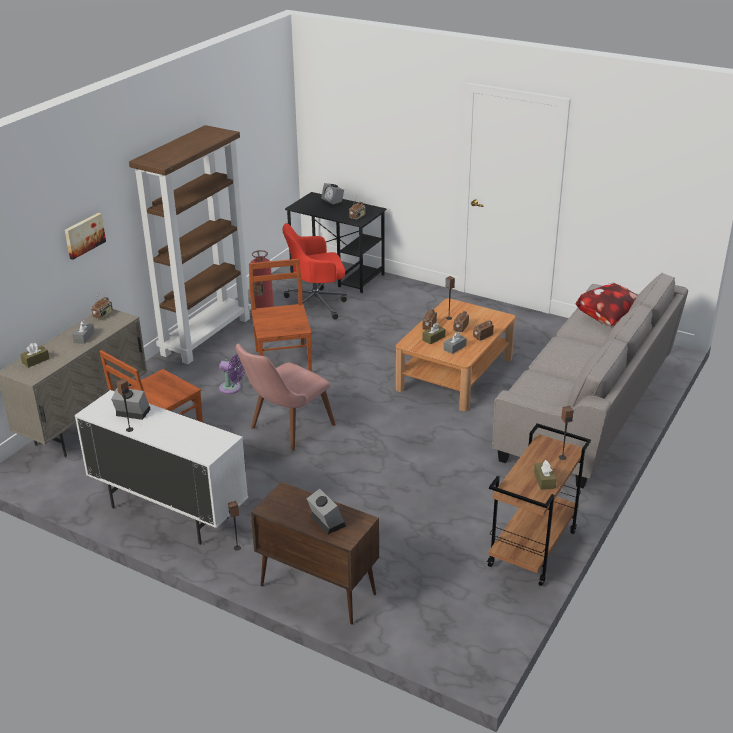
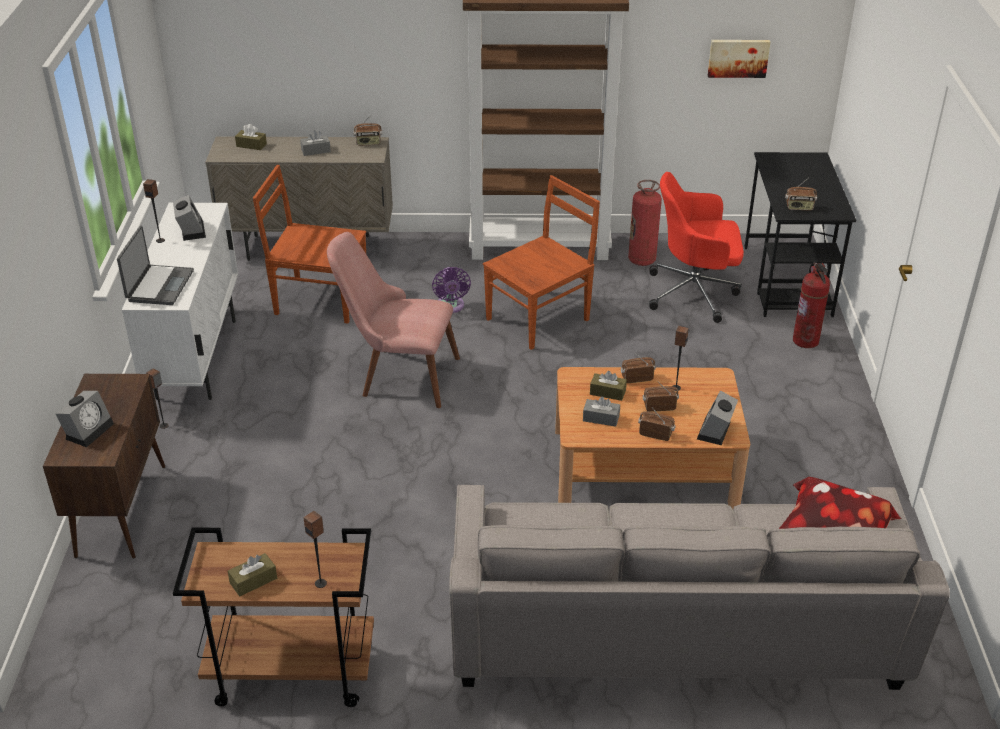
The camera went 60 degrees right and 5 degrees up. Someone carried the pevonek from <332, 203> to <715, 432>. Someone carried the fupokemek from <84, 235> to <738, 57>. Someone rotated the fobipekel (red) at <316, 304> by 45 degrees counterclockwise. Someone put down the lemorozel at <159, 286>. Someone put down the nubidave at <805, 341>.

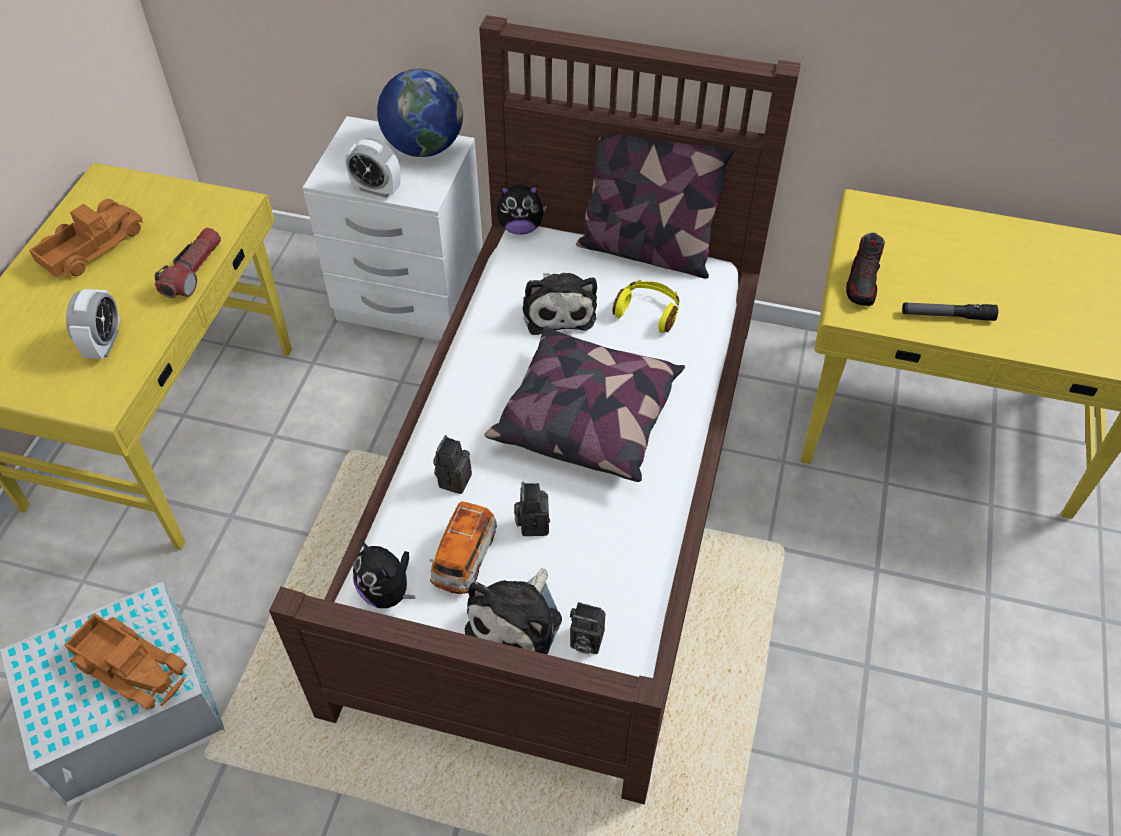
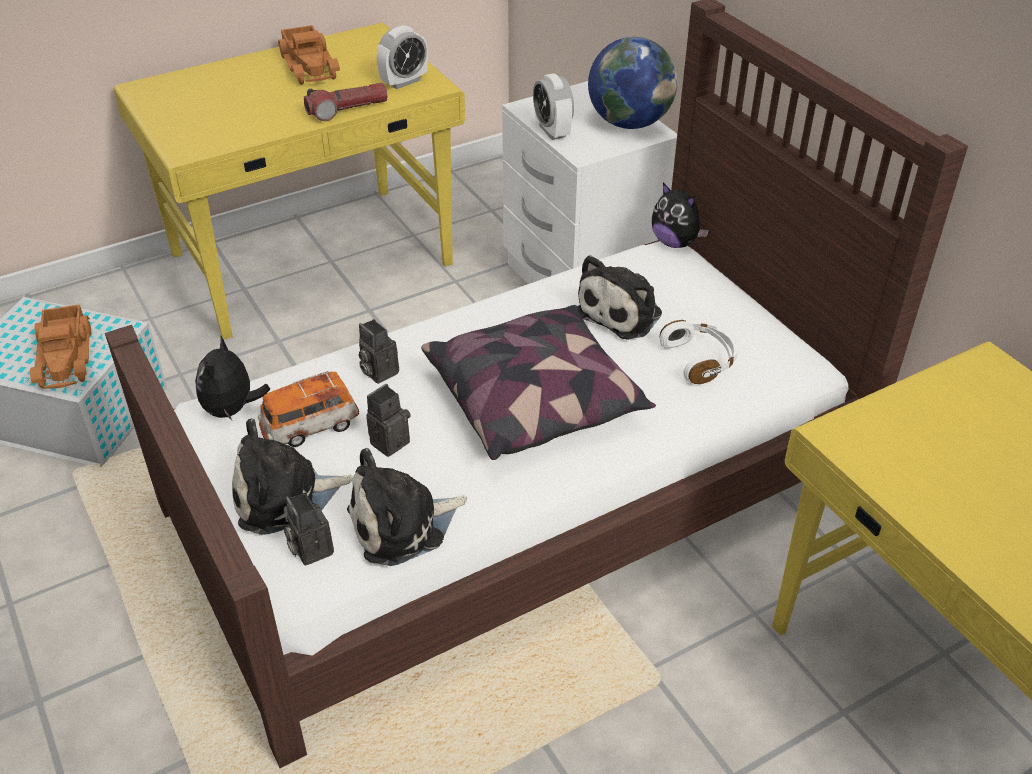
The camera went 45 degrees right and 10 degrees down. Someone took away the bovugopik at <646, 250>. Someone rotated the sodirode at <91, 246> by 75 degrees clockwise. Someone took away the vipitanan at <862, 283>. Someone repainted the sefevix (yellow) at <648, 312>, which became the sefevix (white) at <699, 360>. Someone carried the pevonek from <104, 343> to <404, 82>. Someone took away the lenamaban at <947, 316>. Someone rotated the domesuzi at <453, 479> by 105 degrees counterclockwise. Someone put down the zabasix at <403, 525>.

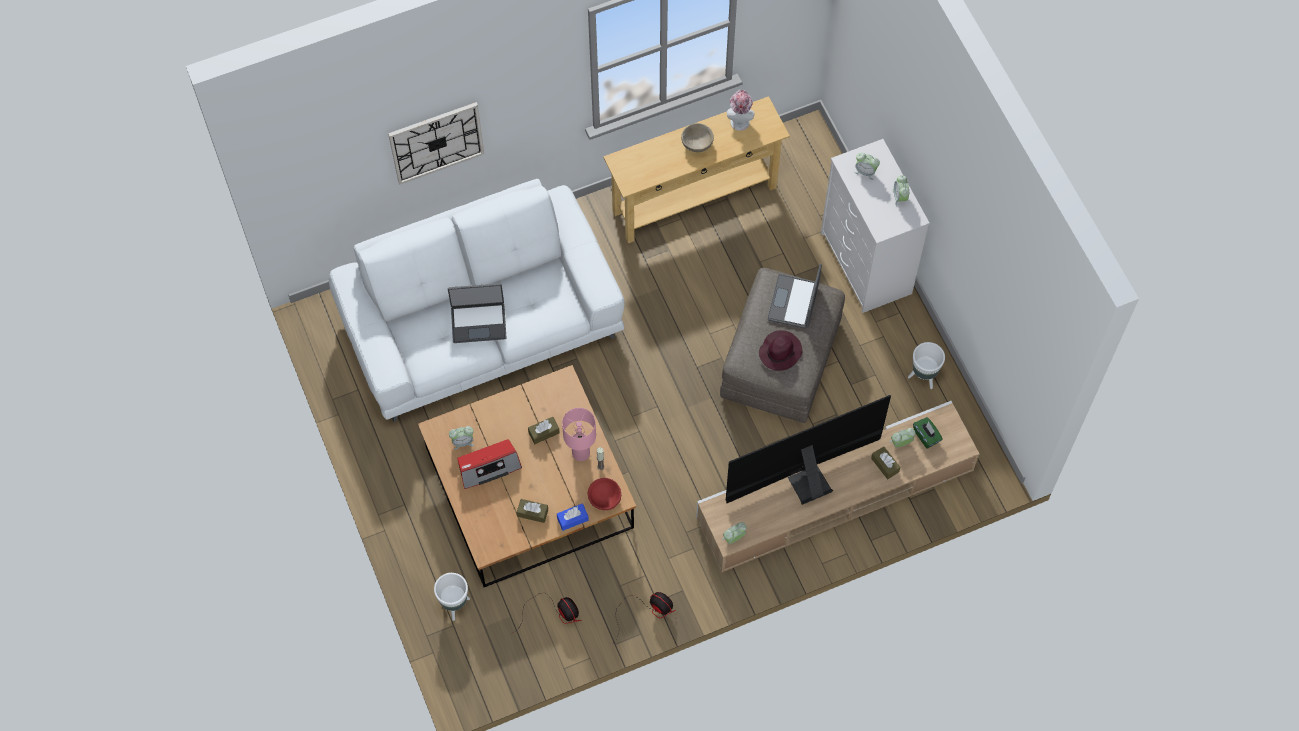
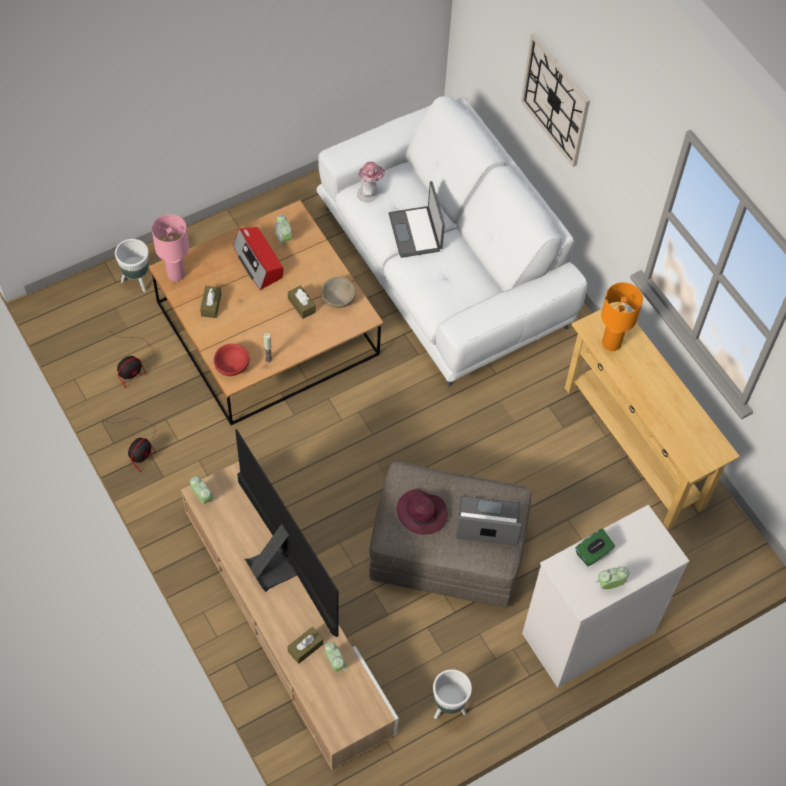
The camera went 80 degrees right and 5 degrees down. Someone carried the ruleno from <739, 120> to <370, 193>. Someone carried the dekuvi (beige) from <697, 143> to <338, 299>. Someone took away the pevonek at <865, 172>. Someone carried the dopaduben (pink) from <580, 453> to <176, 273>. Someone carried the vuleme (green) from <926, 436> to <593, 553>. Someone took away the vuleme (blue) at <572, 519>. Someone put down the dopaduben (orange) at <611, 342>.

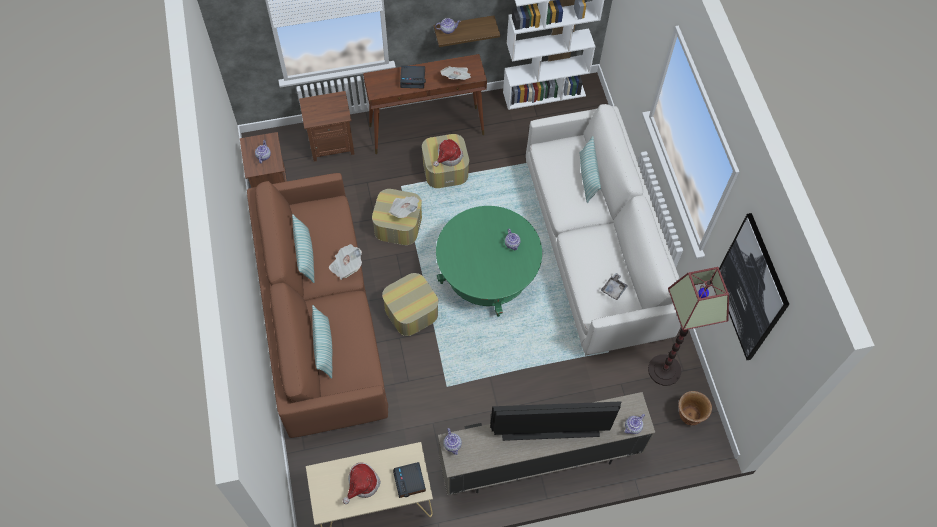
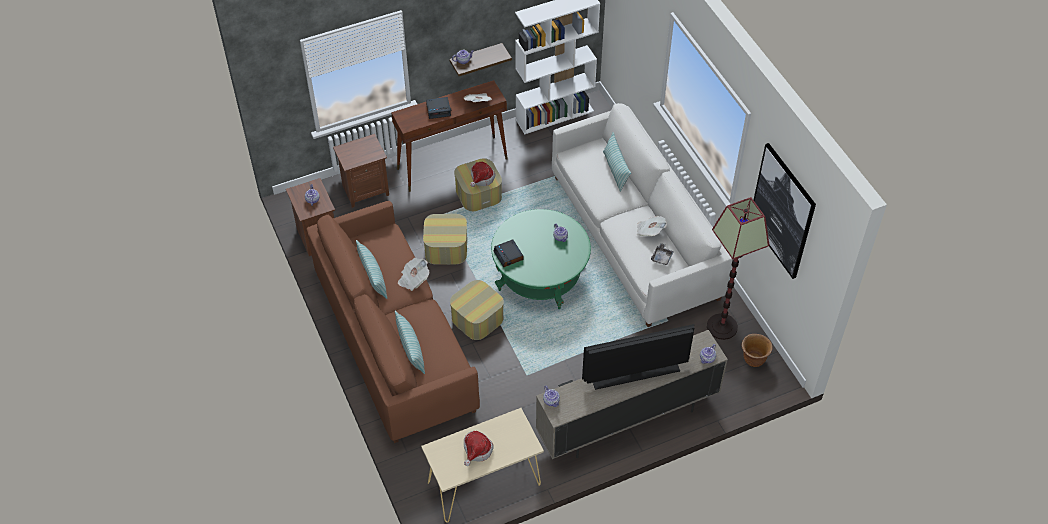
The camera went 10 degrees left and 10 degrees down. Someone carried the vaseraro from <404, 210> to <650, 231>. Someone carried the pevonek from <410, 481> to <509, 255>.

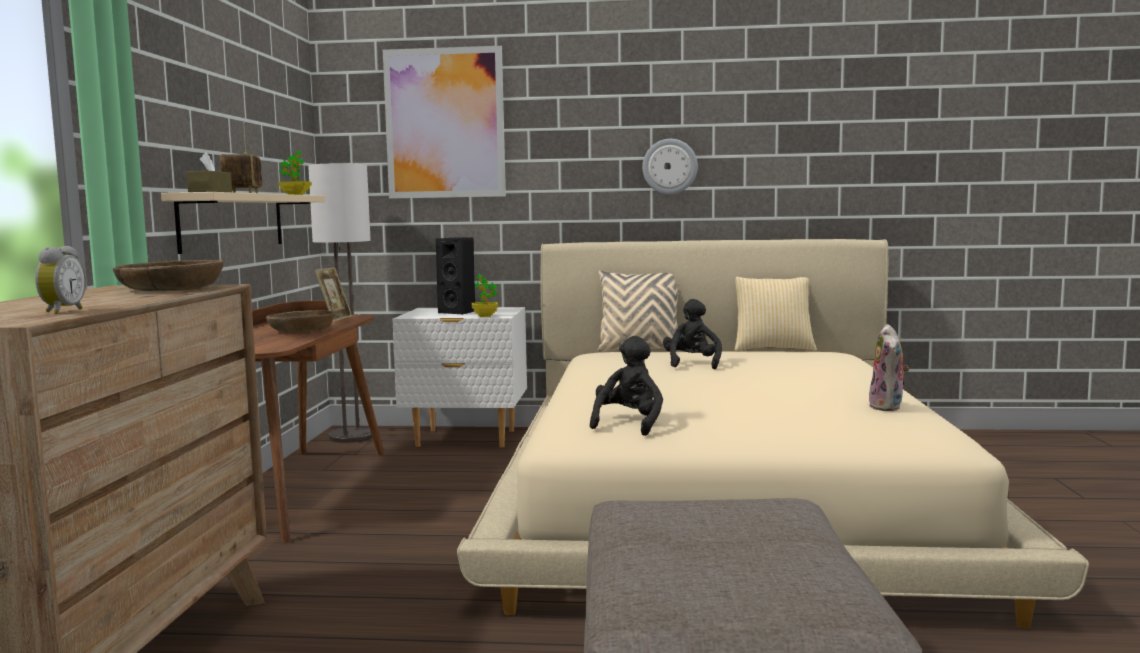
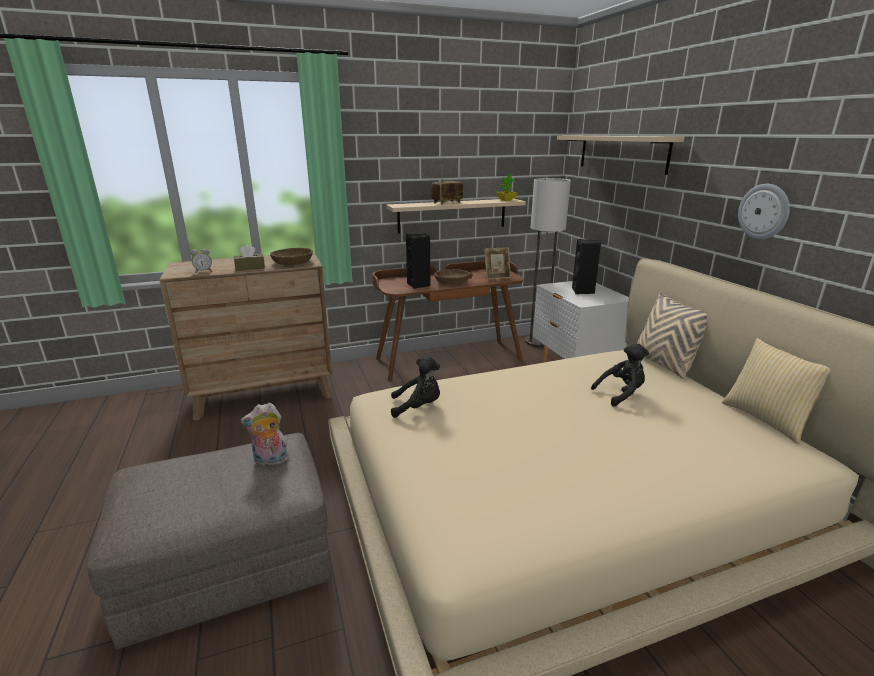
The camera went 65 degrees right and 15 degrees up. Someone swapped the fupokemek at <445, 123> for the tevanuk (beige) at <622, 153>. Someone carried the vuleme (brown) from <210, 192> to <250, 268>. Someone took away the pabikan at <485, 316>. Someone carried the zabasix from <888, 407> to <270, 461>. Someone put down the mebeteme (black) at <419, 285>.

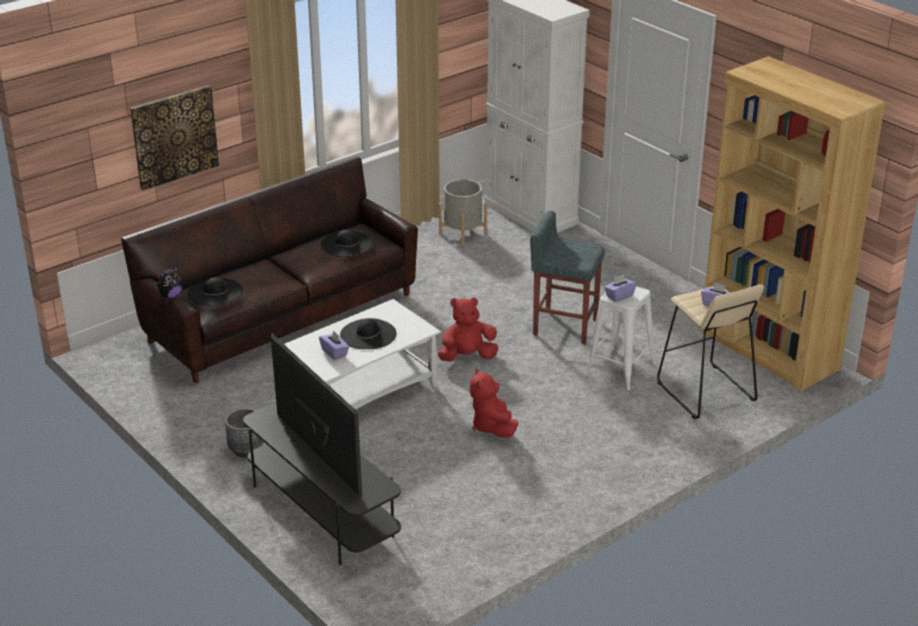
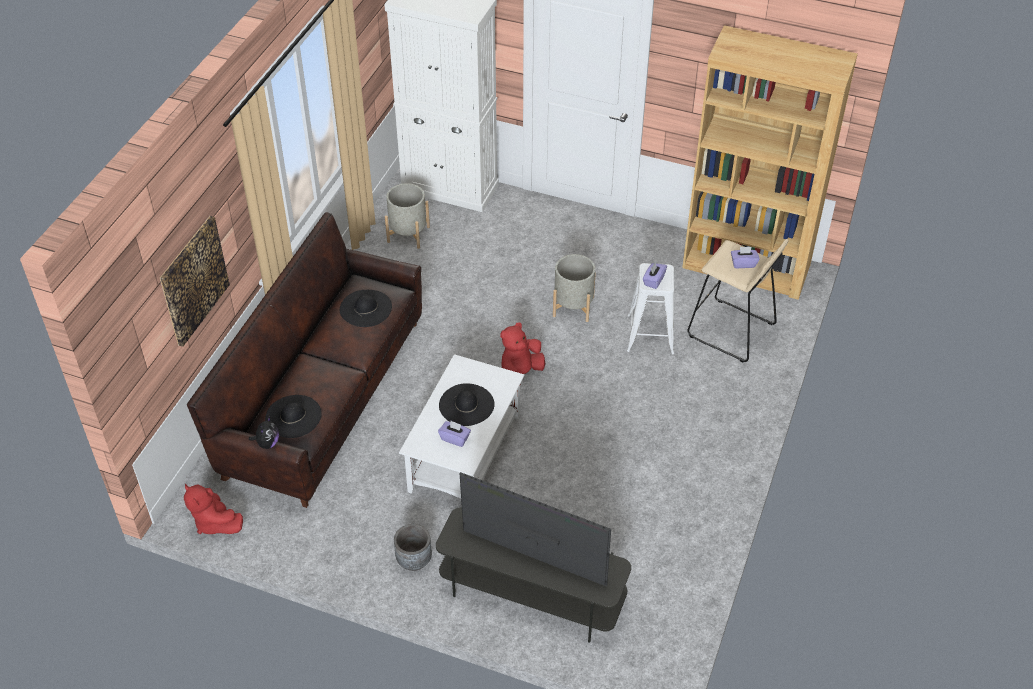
The camera went 30 degrees left and 15 degrees up. Someone swapped the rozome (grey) at <564, 326> for the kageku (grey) at <573, 306>. Someone carried the zabasix (red) from <492, 427> to <215, 522>.

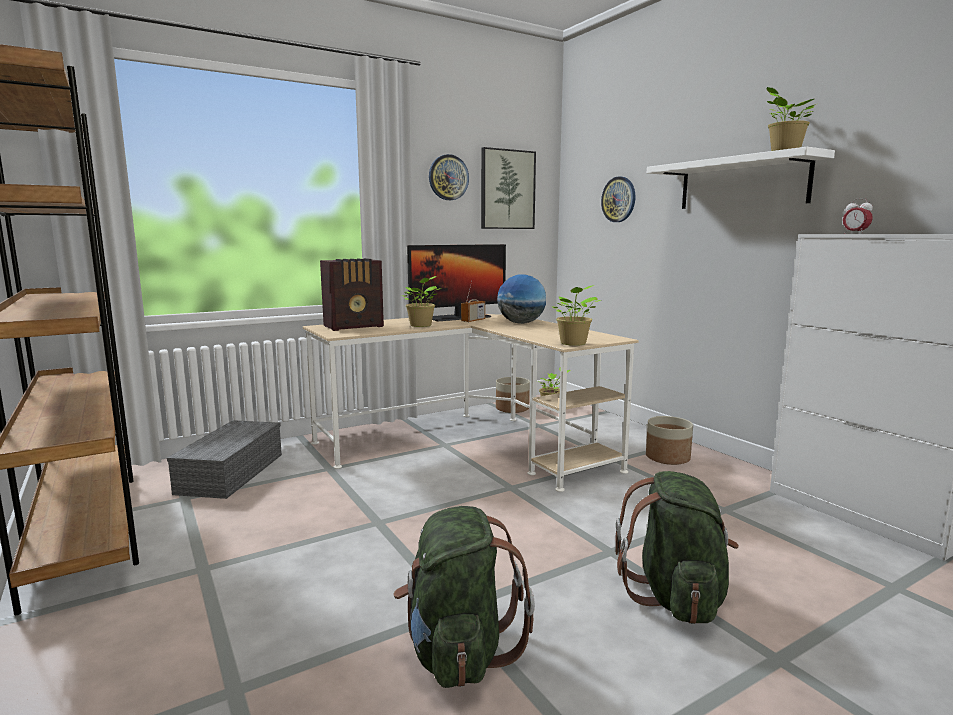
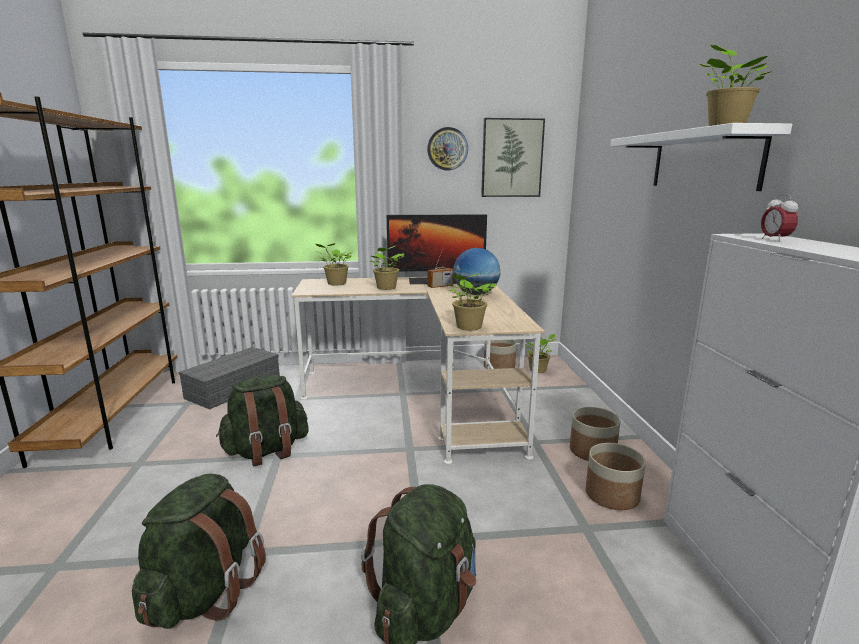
The camera went 25 degrees right and 5 degrees up. Someone took away the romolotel at <619, 199>. Someone swapped the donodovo at <355, 326> for the pabikan at <335, 284>. Someone put down the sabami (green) at <266, 451>. Someone put down the kageku at <611, 495>.

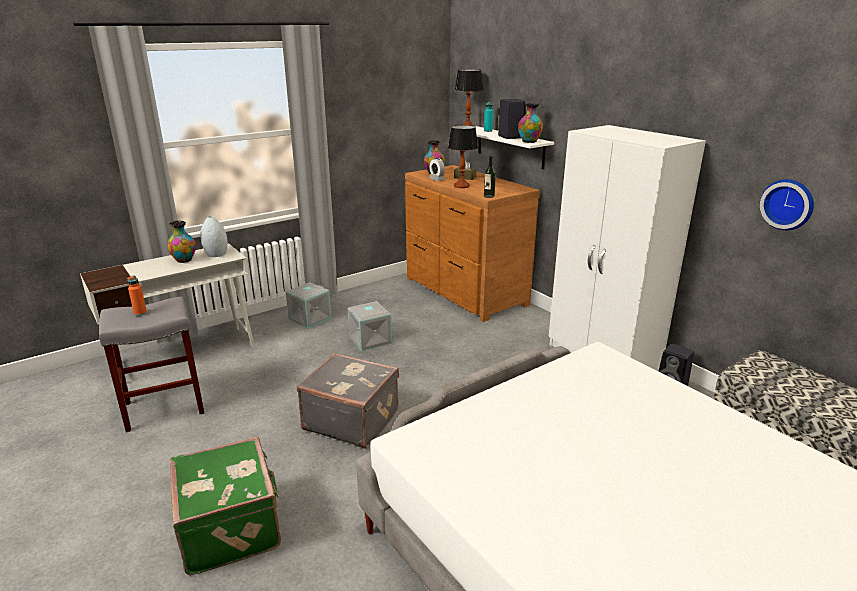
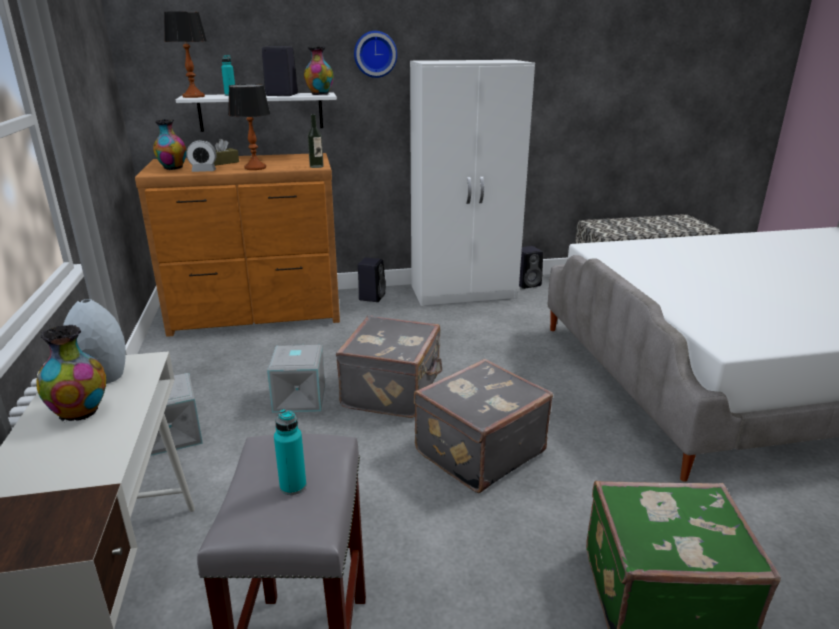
The camera went 65 degrees left and 0 degrees up. Someone carried the romolotel from <788, 204> to <375, 54>. Someone repainted the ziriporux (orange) at <140, 313>, which became the ziriporux (turquoise) at <293, 486>. Someone put down the mebeteme (black) at <372, 297>. Someone put down the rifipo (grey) at <393, 391>.

